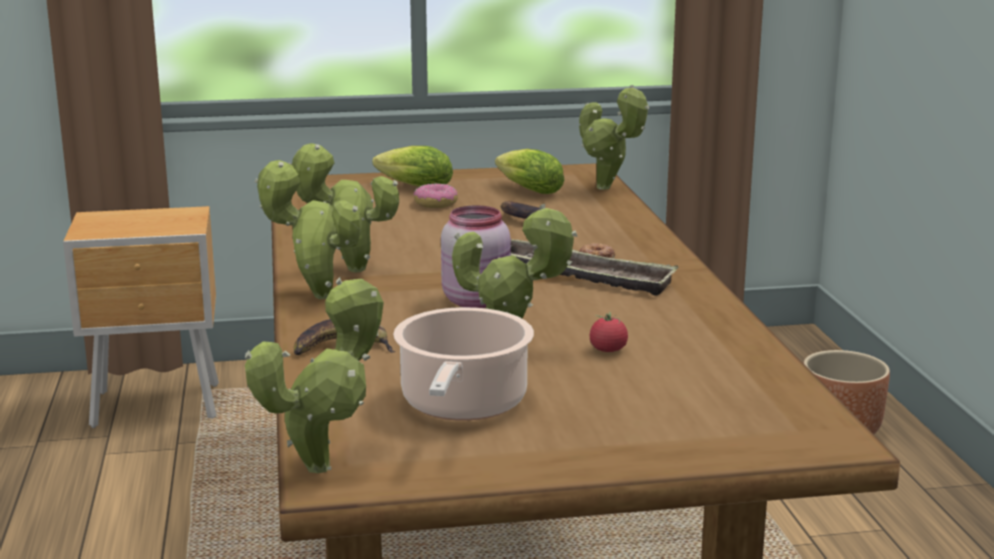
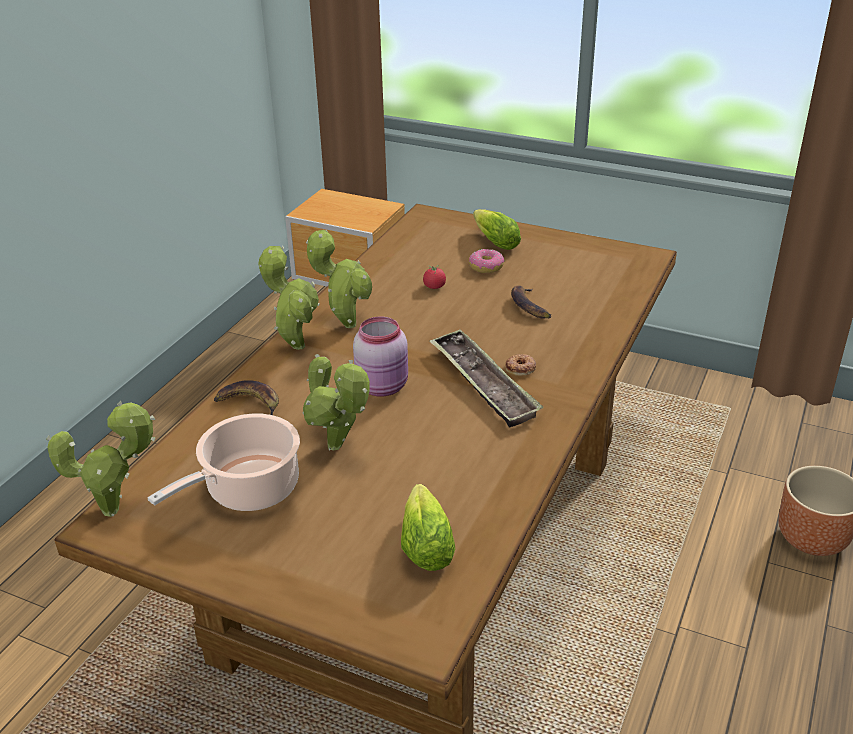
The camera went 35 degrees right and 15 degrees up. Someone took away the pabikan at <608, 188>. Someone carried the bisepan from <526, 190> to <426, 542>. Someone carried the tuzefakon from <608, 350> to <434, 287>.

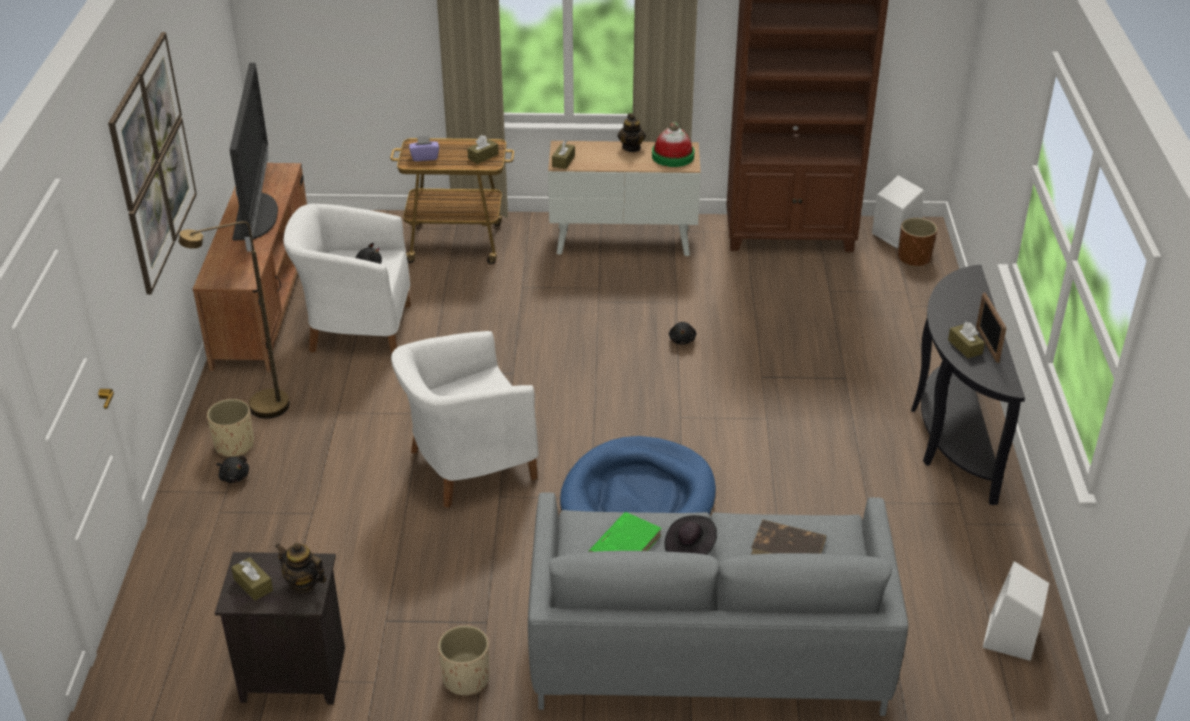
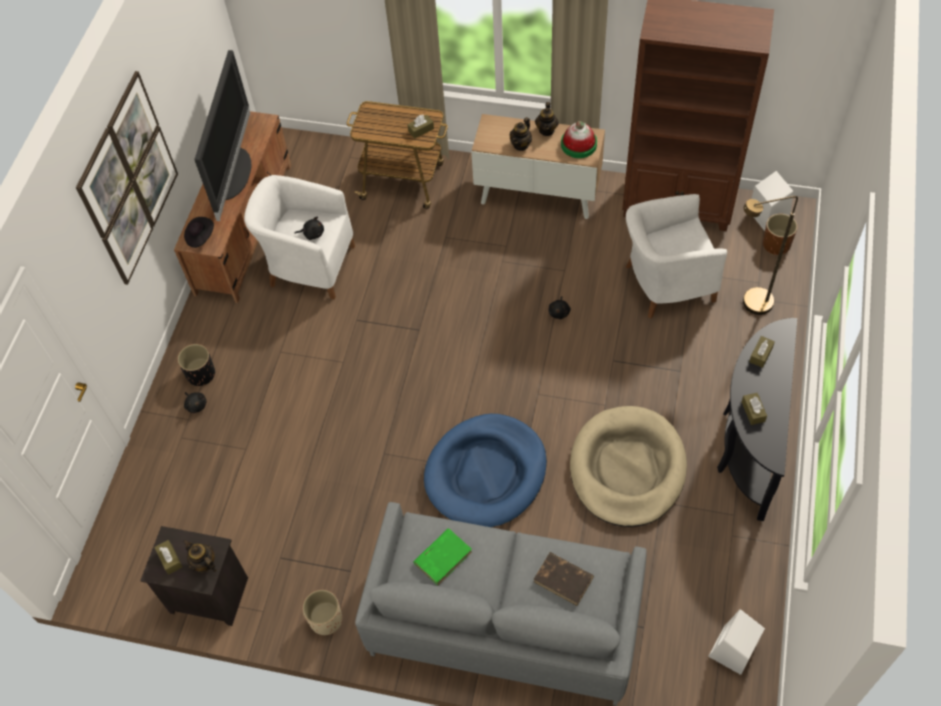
The camera went 15 degrees right and 20 degrees up. Someone took away the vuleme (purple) at <424, 157>. Someone carried the vuleme (brown) from <563, 161> to <760, 355>. Someone carried the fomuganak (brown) from <258, 410> to <750, 305>. Someone took away the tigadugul at <987, 344>. Someone carried the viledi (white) from <467, 465> to <665, 284>. Someone repainted the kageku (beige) at <234, 445>, which became the kageku (black) at <201, 374>. Someone carried the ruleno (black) from <690, 548> to <200, 237>. Someone put down the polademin at <521, 144>. Someone put down the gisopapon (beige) at <627, 469>.

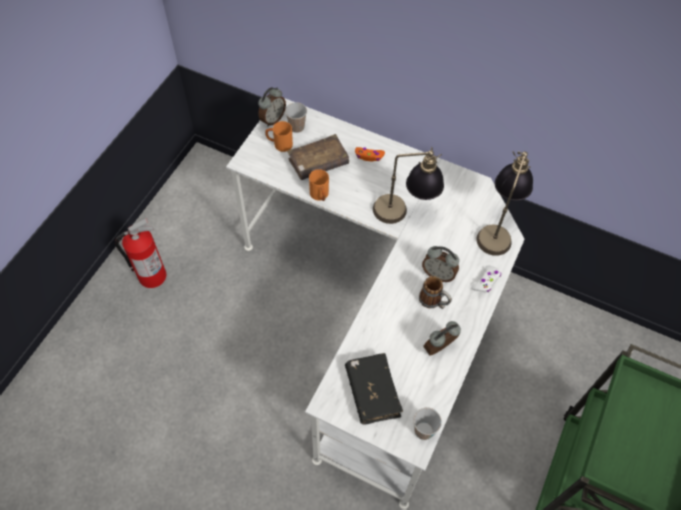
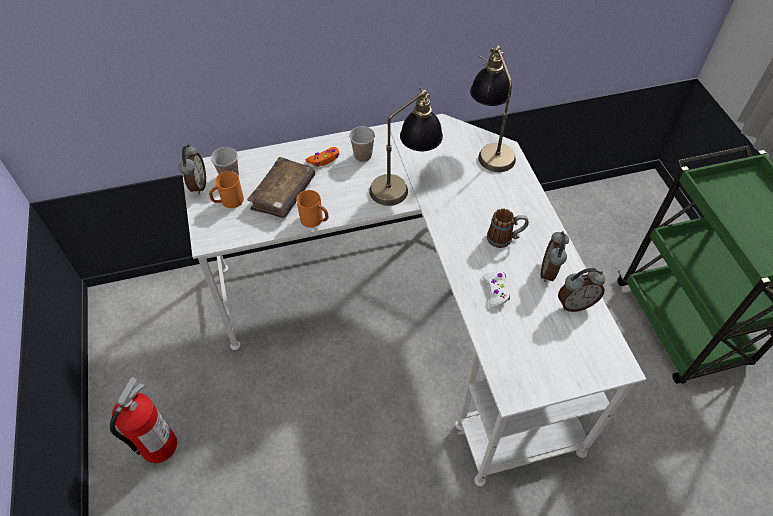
The camera went 40 degrees left and 5 degrees down. Someone carried the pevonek from <438, 274> to <575, 304>. Someone carried the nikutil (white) from <486, 281> to <495, 291>. Someone took away the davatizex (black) at <372, 392>. Someone carried the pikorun from <423, 431> to <363, 156>.

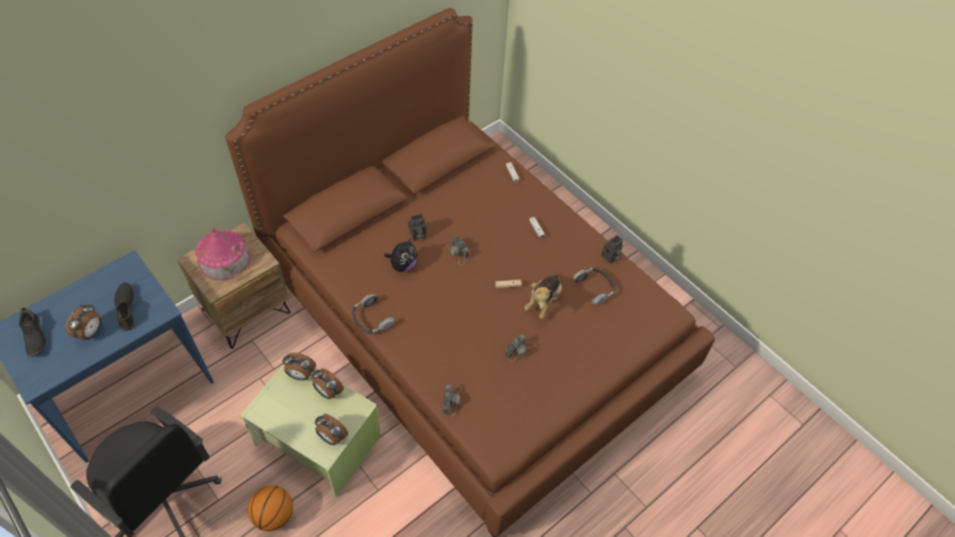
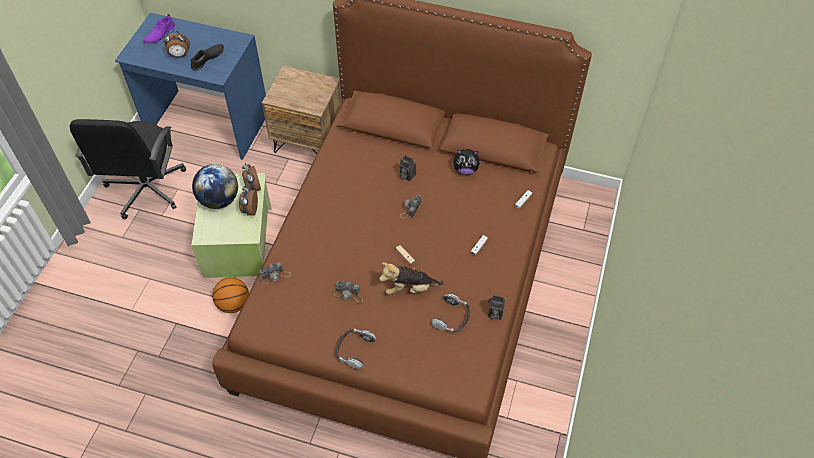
The camera went 60 degrees right and 0 degrees up. Someone took away the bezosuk at <224, 259>. Someone carried the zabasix from <403, 265> to <465, 170>. Someone carried the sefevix from <371, 319> to <354, 350>. Someone repainted the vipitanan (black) at <34, 337>, which became the vipitanan (purple) at <159, 34>. Someone took away the pevonek at <332, 437>. Someone carried the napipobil from <274, 515> to <233, 304>. Someone put down the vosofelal at <219, 200>.

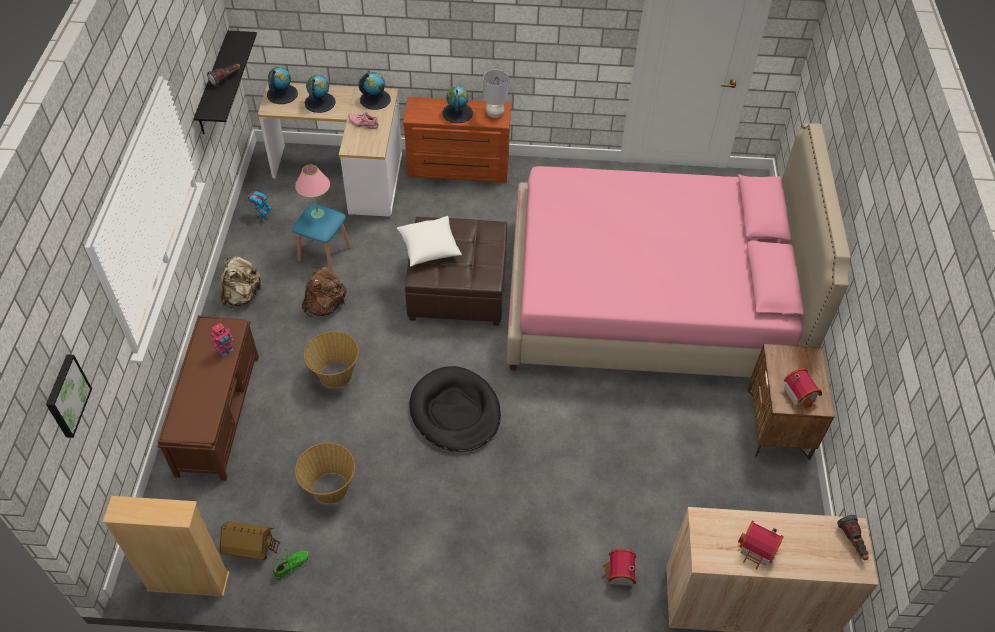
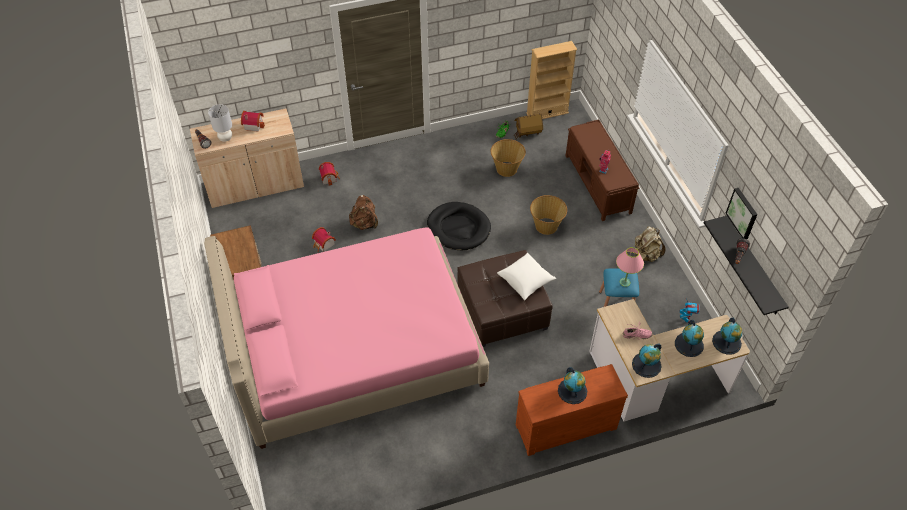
The camera went 160 degrees right and 0 degrees up. Someone carried the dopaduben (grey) from <494, 114> to <225, 138>. Someone carried the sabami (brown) from <325, 306> to <364, 223>. Someone carried the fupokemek from <66, 396> to <743, 213>. Someone carried the bezosuk from <800, 393> to <324, 245>.

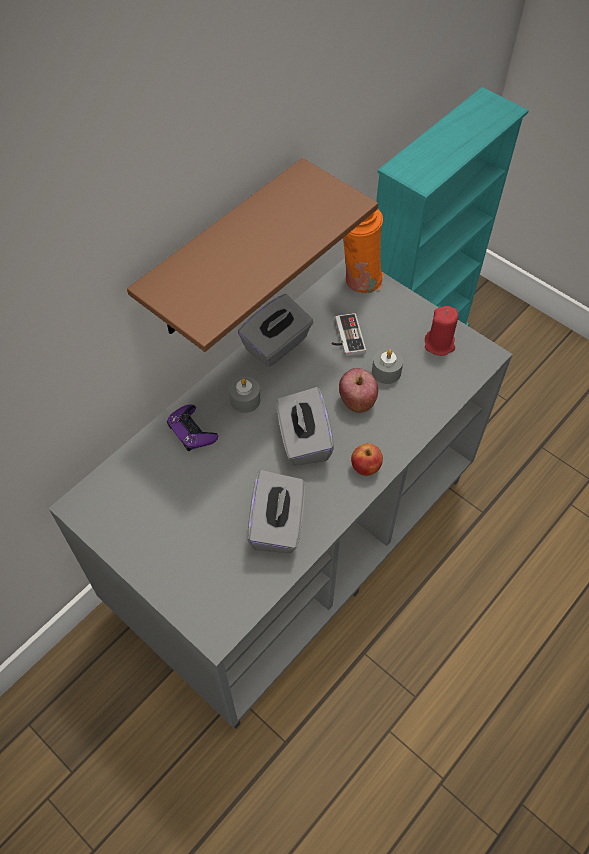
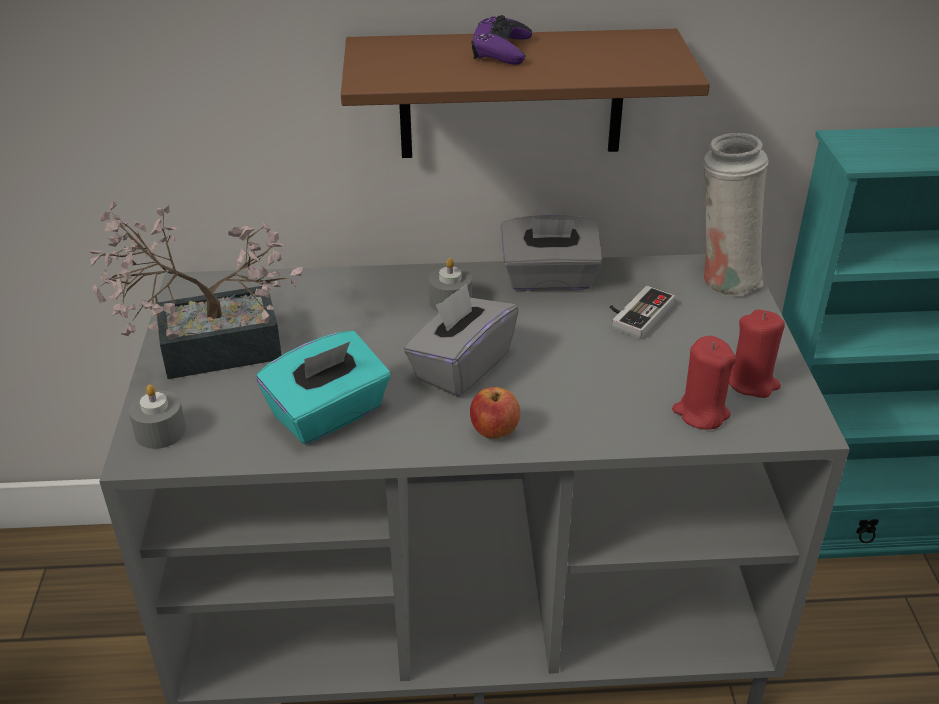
The camera went 45 degrees right and 20 degrees down. Someone repainted the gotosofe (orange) at <360, 282>, which became the gotosofe (white) at <724, 279>. Someone carried the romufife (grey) from <386, 372> to <160, 431>. Someone took away the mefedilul at <357, 401>. Someone carried the nikutil (purple) from <192, 431> to <501, 50>. Someone repainted the vuleme (grey) at <277, 524>, which became the vuleme (turquoise) at <329, 414>. Someone put down the pabikan at <205, 349>. Someone put down the romufife (red) at <701, 413>.

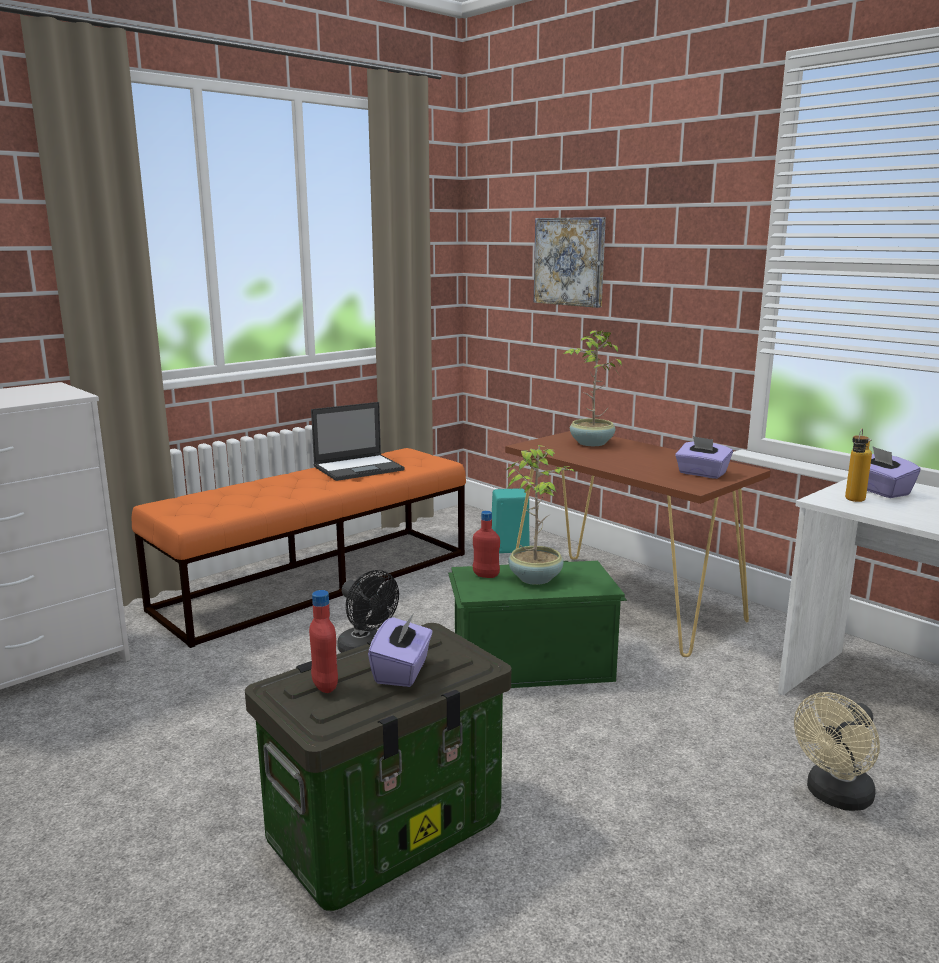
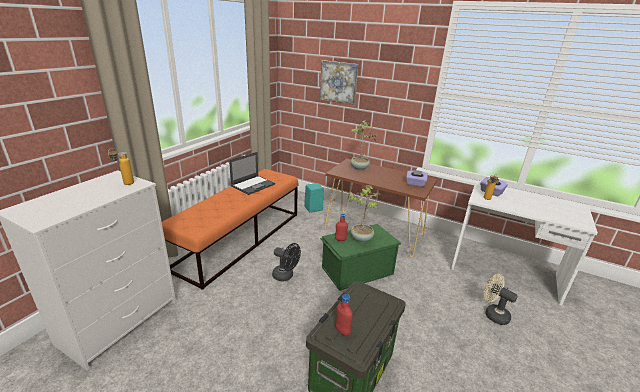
The camera went 20 degrees left and 10 degrees up. Someone took away the vuleme (purple) at <402, 671>. Someone rotated the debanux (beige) at <835, 797> by 105 degrees clockwise. Someone put down the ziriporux at <125, 184>.

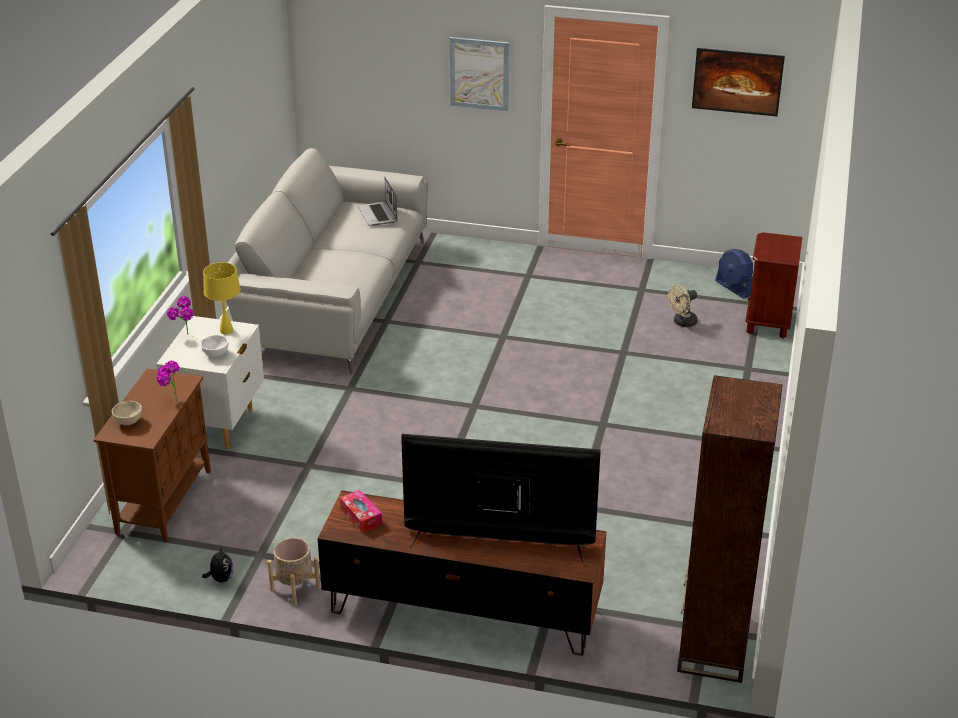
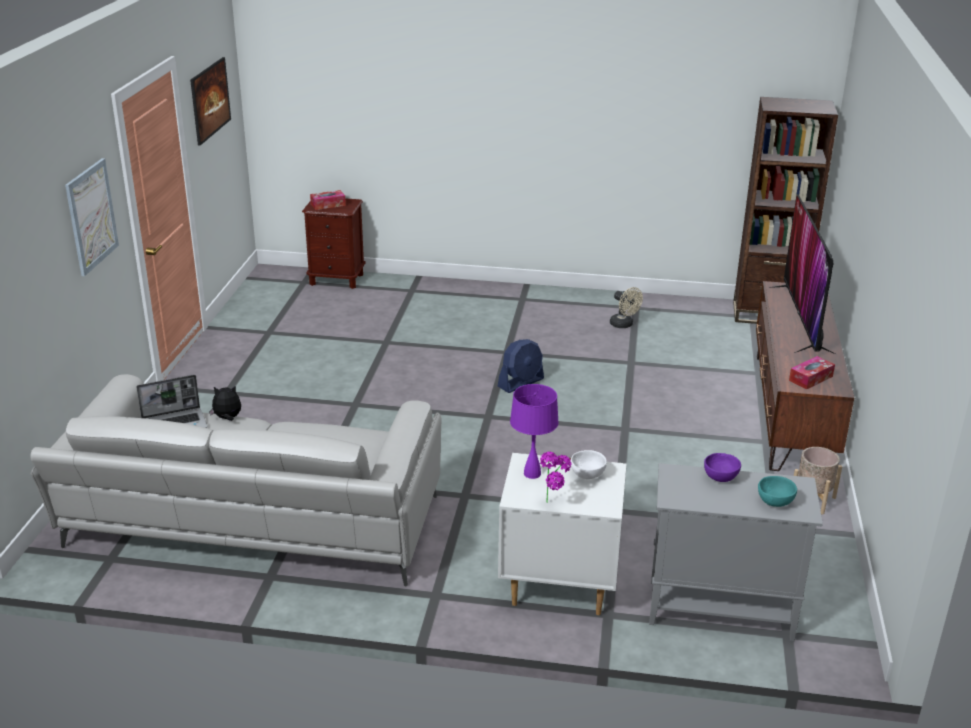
The camera went 95 degrees left and 5 degrees down. Someone carried the debanux (blue) from <734, 288> to <521, 383>. Someone repainted the dopaduben (yellow) at <226, 331>, which became the dopaduben (purple) at <532, 474>. Someone carried the debanux (beige) from <682, 323> to <624, 325>. Someone swapped the pabikan at <170, 401> for the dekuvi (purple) at <721, 478>. Someone repainted the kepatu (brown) at <164, 501>, which became the kepatu (grey) at <718, 610>. Someone repainted the dekuvi (beige) at <129, 421>, which became the dekuvi (turquoise) at <774, 502>. Someone carried the zabasix from <221, 578> to <227, 418>. Someone put down the vuleme at <328, 205>.

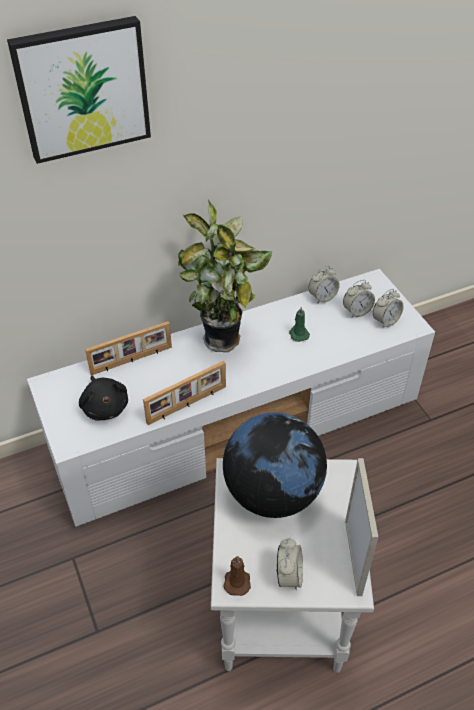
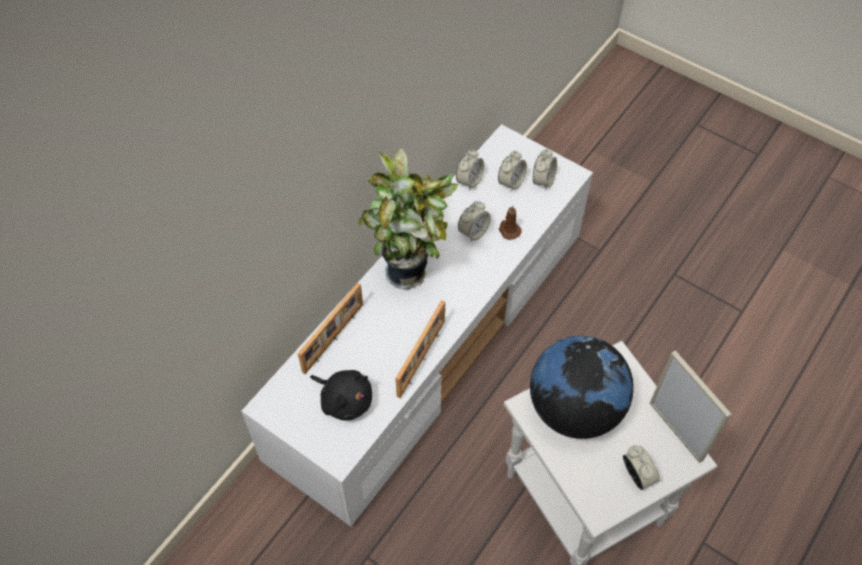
The camera went 30 degrees left and 10 degrees up. Someone took away the fupokemek at <82, 89>. Someone swapped the romufife (green) at <298, 334> for the pevonek at <473, 232>. Someone carried the romufife (brown) from <237, 581> to <509, 230>.

